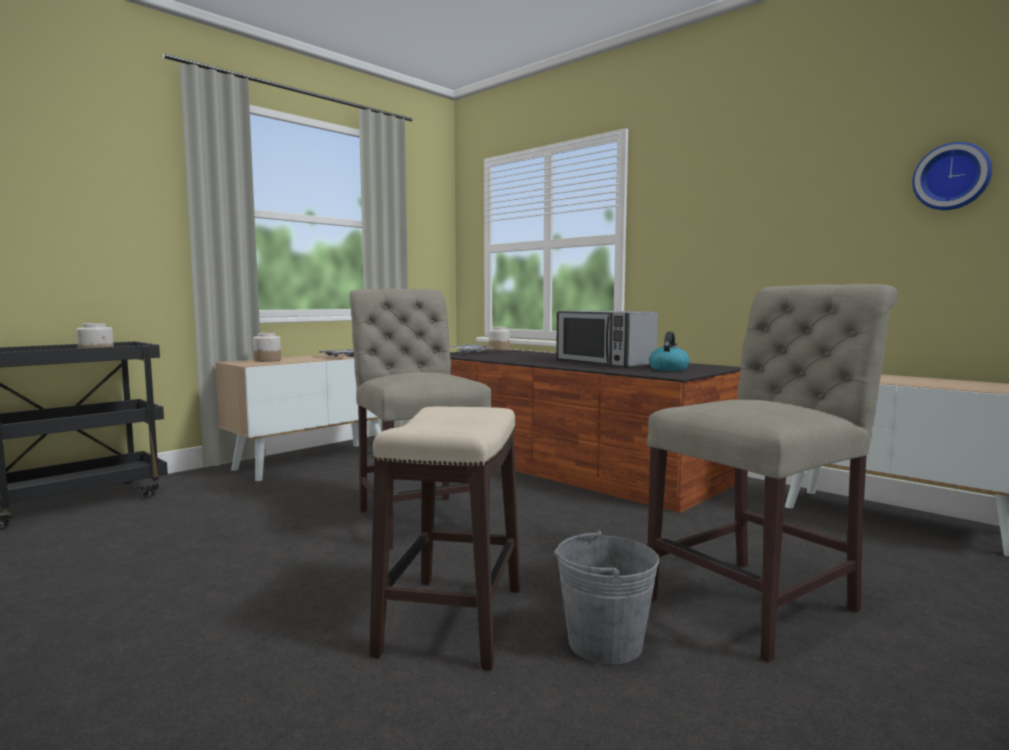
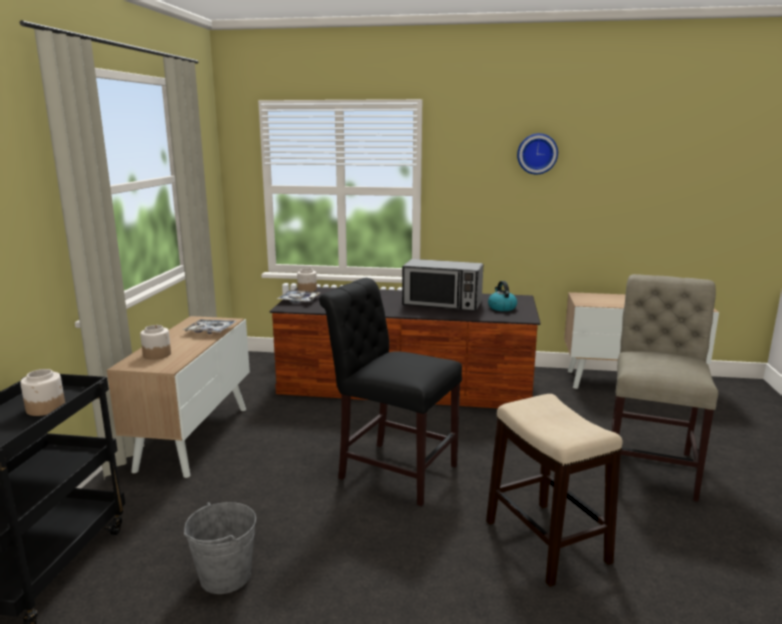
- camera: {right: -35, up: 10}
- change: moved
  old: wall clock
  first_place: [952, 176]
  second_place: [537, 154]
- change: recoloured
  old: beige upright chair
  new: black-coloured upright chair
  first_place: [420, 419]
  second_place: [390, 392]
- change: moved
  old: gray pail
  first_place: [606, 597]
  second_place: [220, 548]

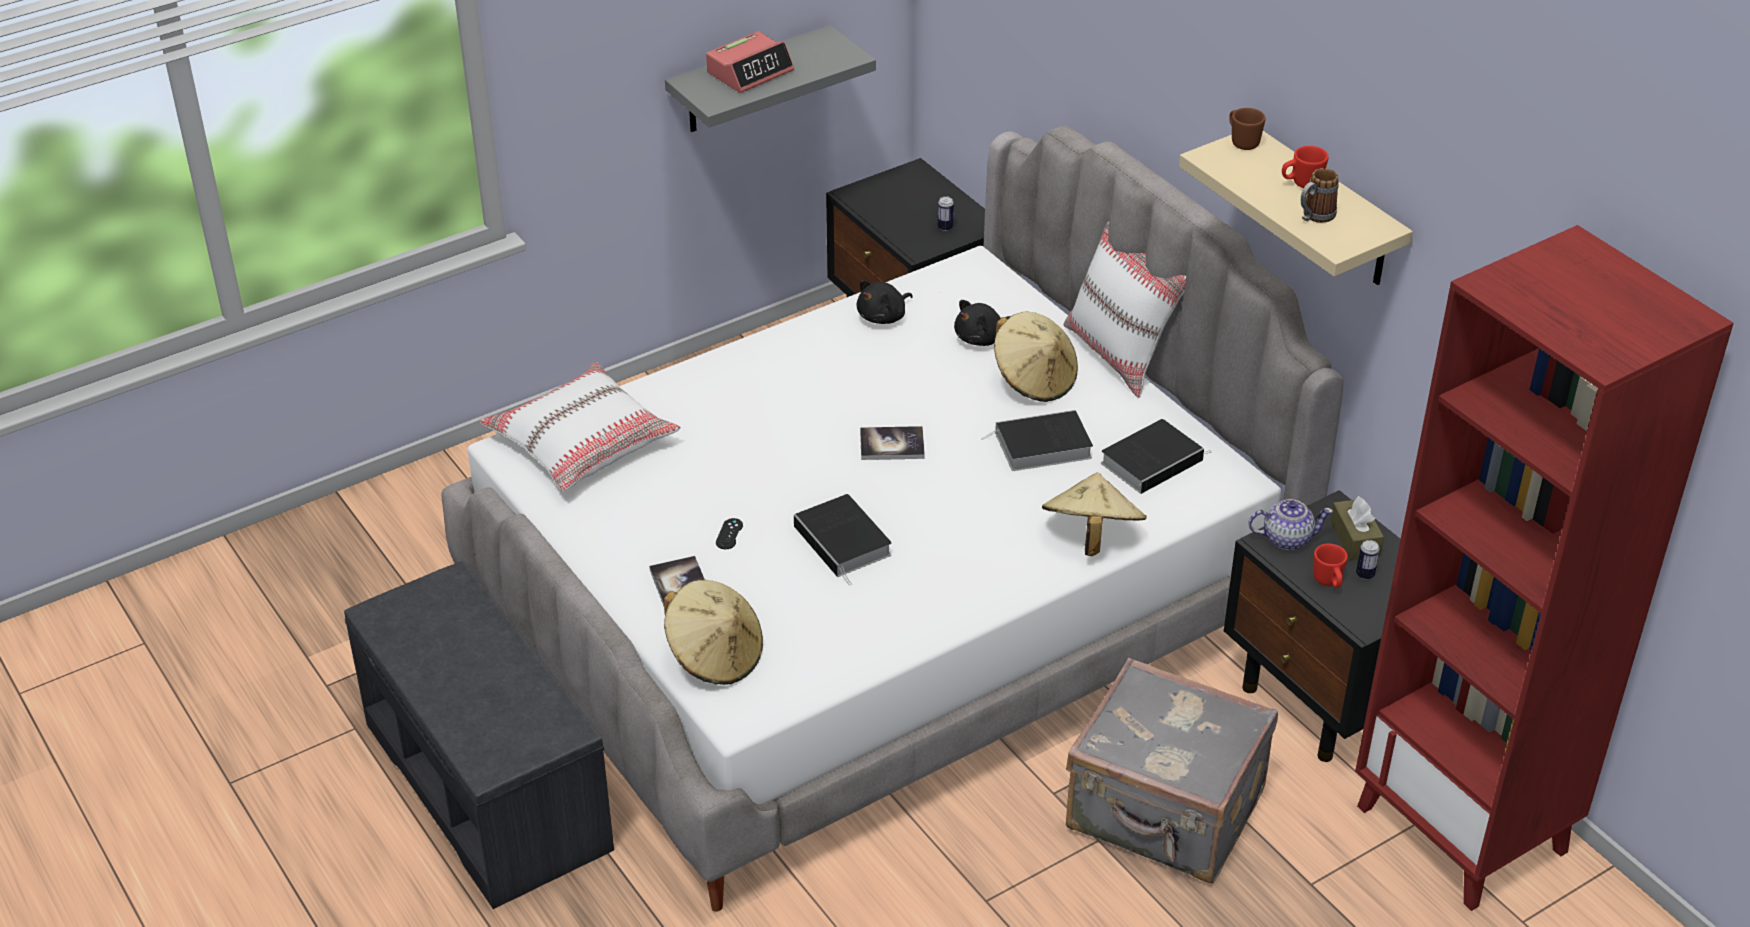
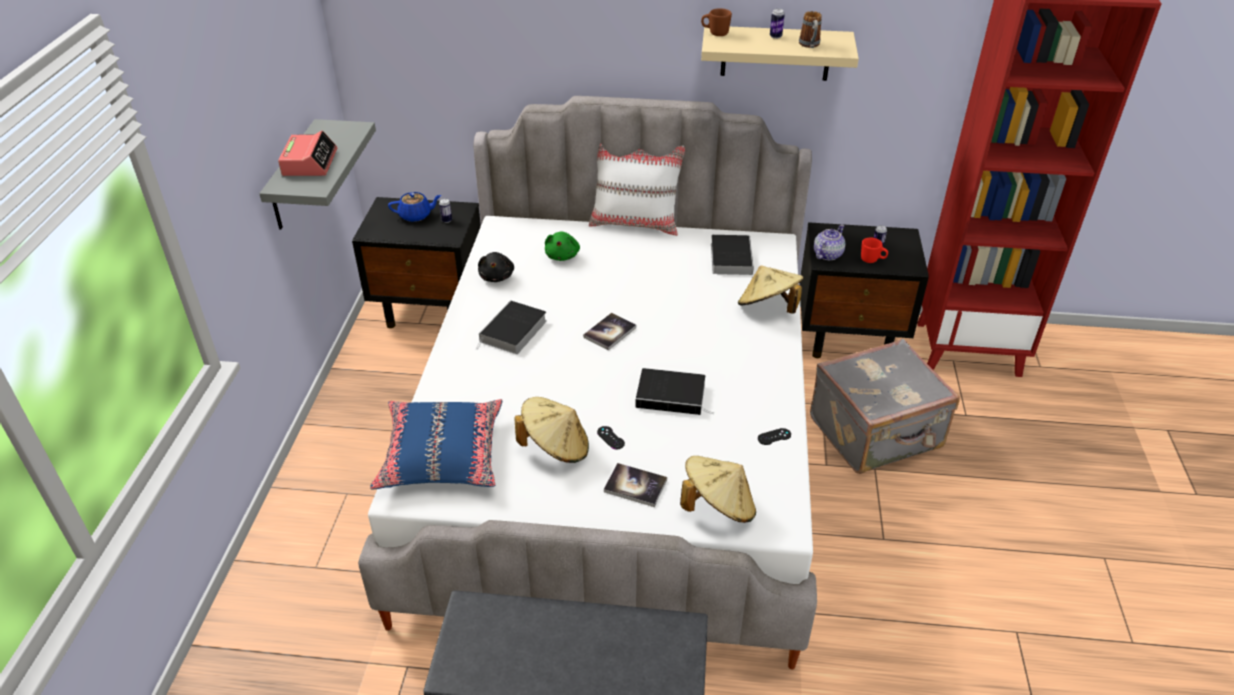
- camera: {right: -50, up: 0}
- change: replaced
  old: red tea mug
  new: metal can
  first_place: [1305, 167]
  second_place: [777, 24]
- change: recoloured
  old: black-coloured cuddly toy
  new: green cuddly toy
  first_place: [982, 323]
  second_place: [562, 246]
- change: moved
  old: beige wearable hat
  first_place: [1036, 357]
  second_place: [551, 430]
- change: recoloured
  old: white-coloured cushion
  new: blue cushion
  first_place: [580, 426]
  second_place: [436, 444]
- change: moved
  old: book
  first_place: [1037, 440]
  second_place: [511, 327]
- change: removed
  old: brown tissue box
  first_place: [1357, 528]
- change: added
  new: blue teapot
  second_place: [415, 207]
- change: added
  new: black-coloured gamepad
  second_place: [774, 436]

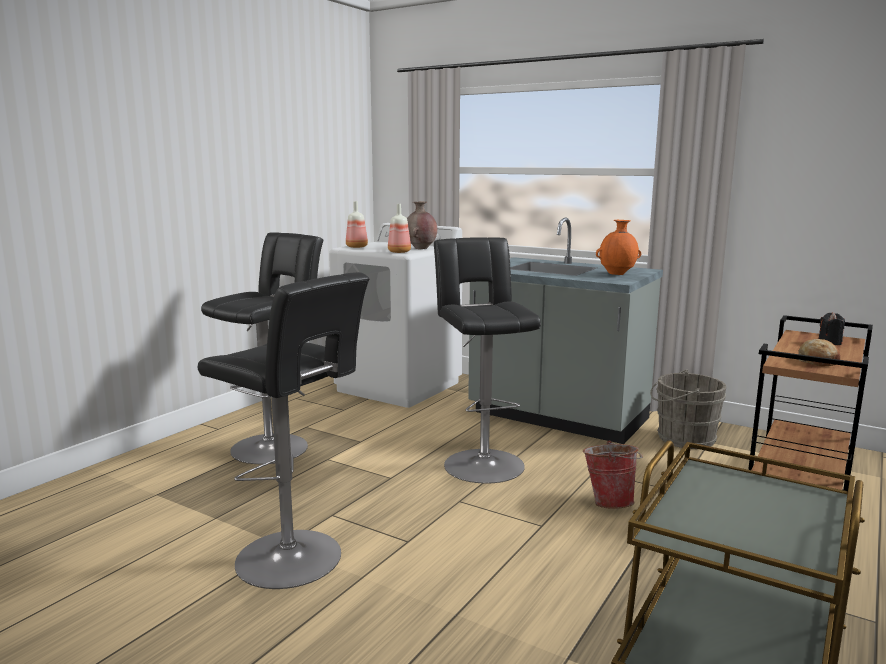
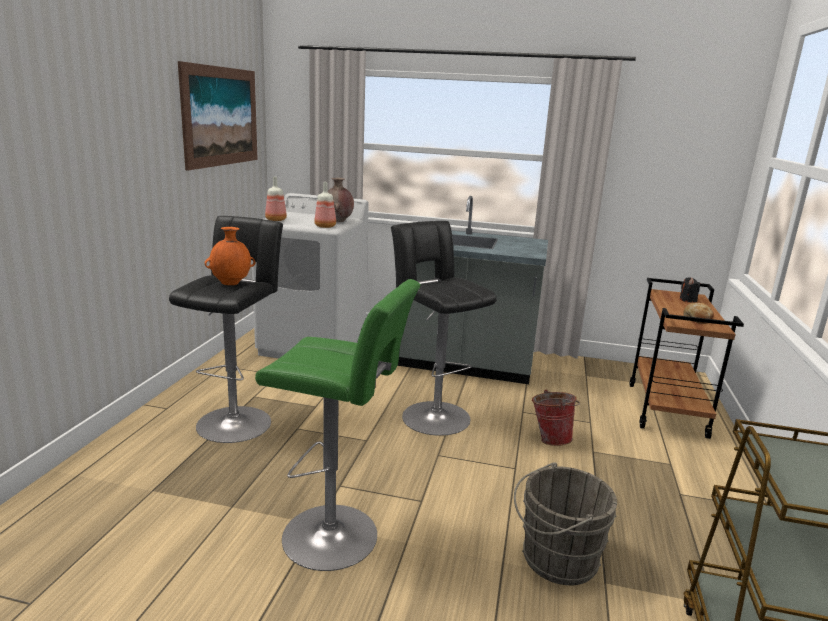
- camera: {right: -20, up: 5}
- change: moved
  old: orange-coloured vase
  first_place: [618, 247]
  second_place: [229, 256]
- change: recoloured
  old: black-coloured stool seat
  new: green stool seat
  first_place: [283, 430]
  second_place: [338, 425]
- change: moved
  old: gray pail
  first_place: [688, 409]
  second_place: [565, 523]
- change: added
  new: wall picture
  second_place: [218, 116]

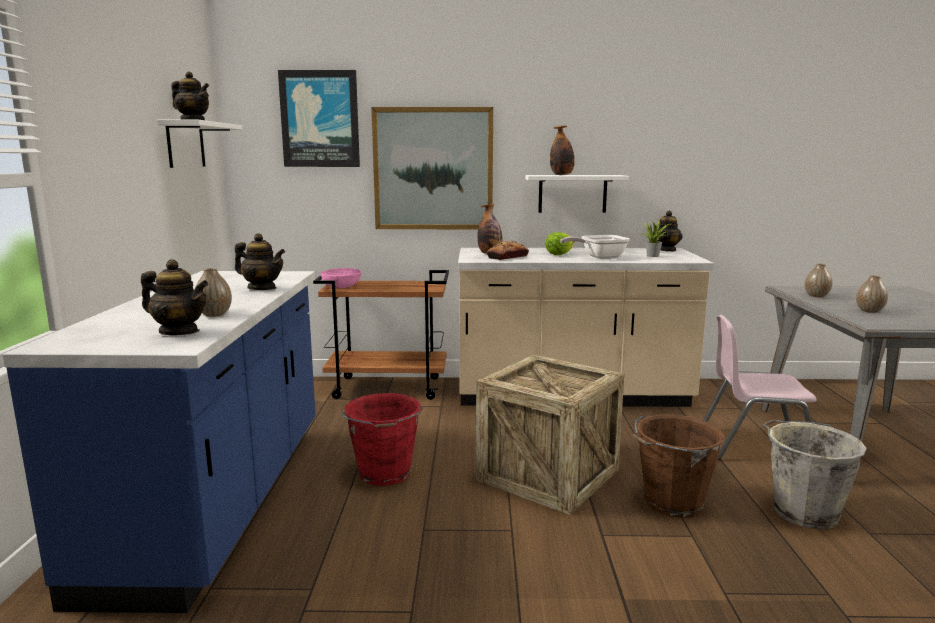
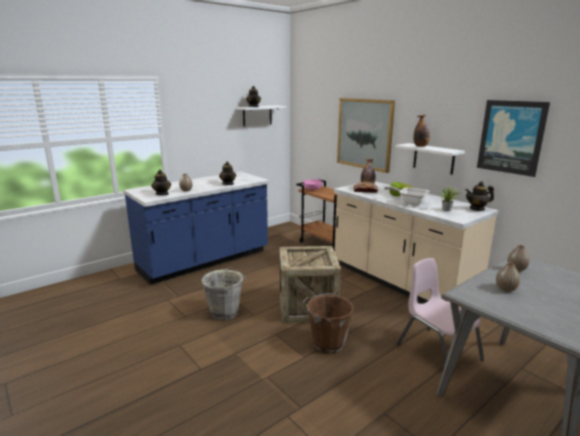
- camera: {right: 50, up: 5}
- change: moved
  old: wall picture
  first_place: [319, 118]
  second_place: [513, 138]
- change: removed
  old: red pail
  first_place: [382, 439]
- change: moved
  old: gray pail
  first_place: [814, 474]
  second_place: [224, 294]

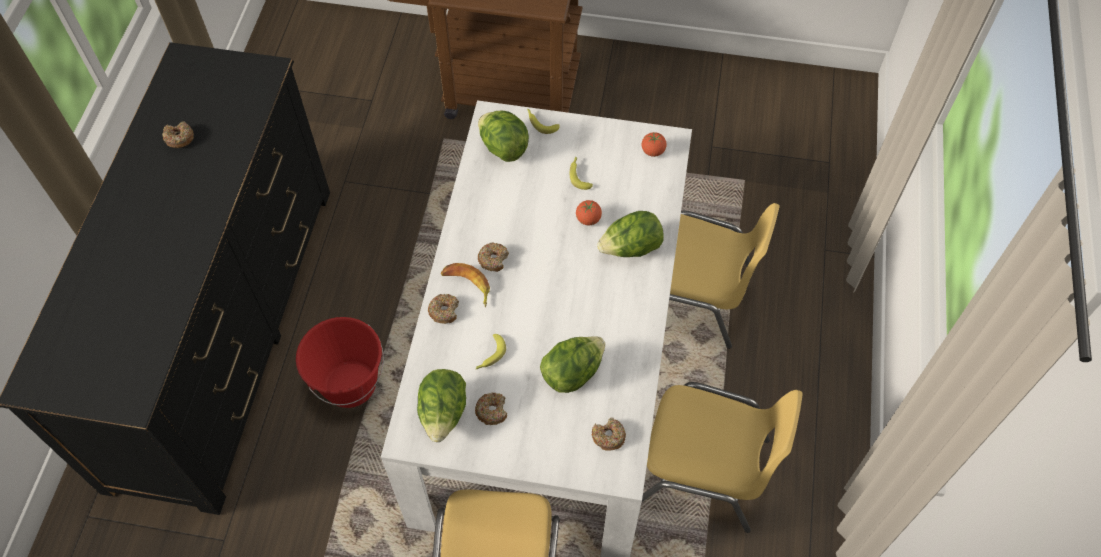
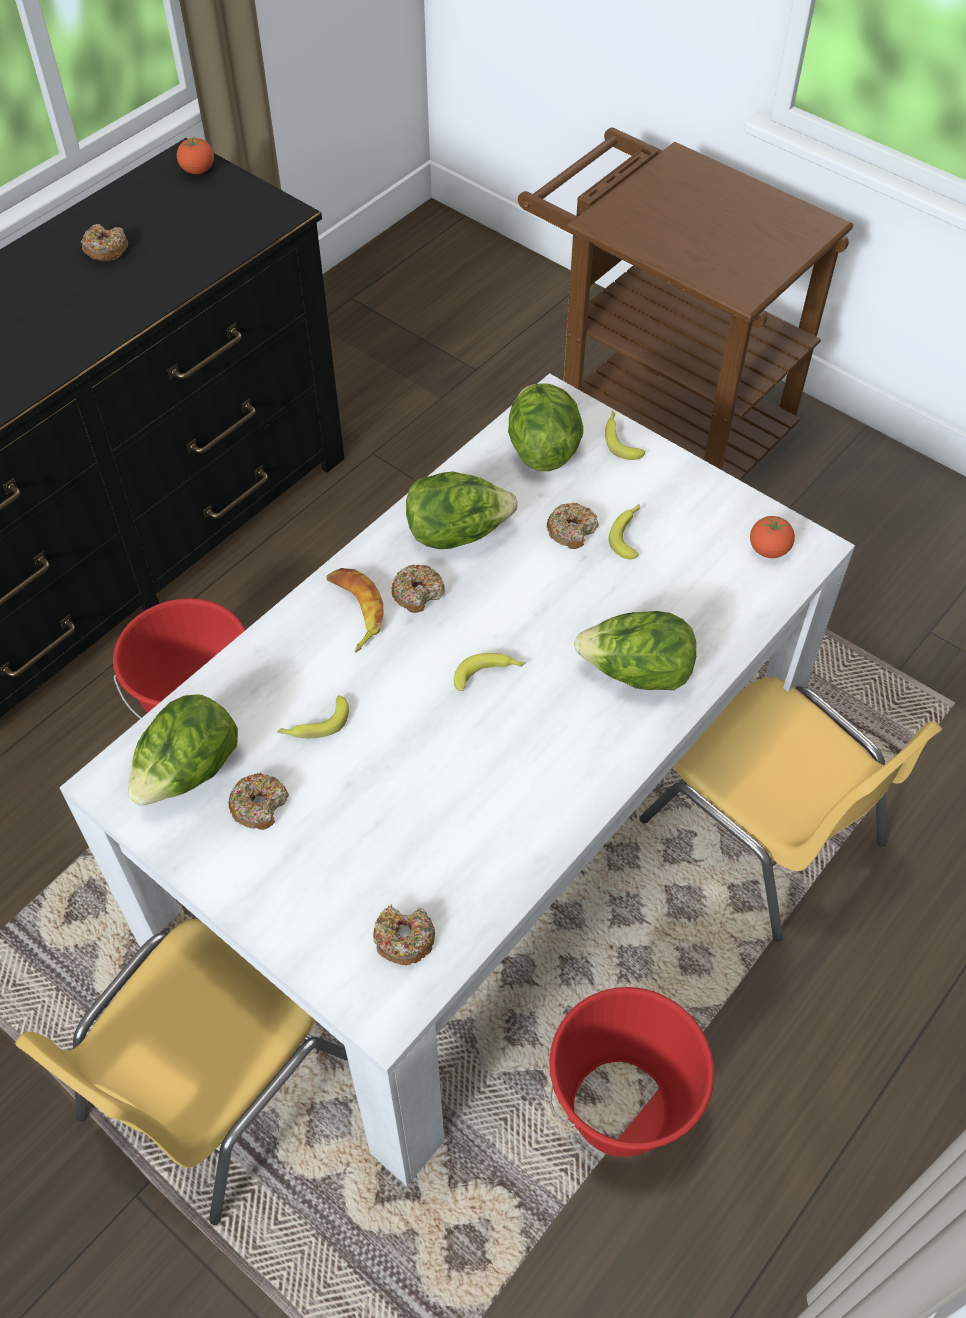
- camera: {right: 30, up: -5}
- change: moved
  old: fresh tomato
  first_place: [589, 212]
  second_place: [195, 155]
- change: moved
  old: donut
  first_place: [443, 309]
  second_place: [573, 526]
- change: moved
  old: head of lettuce
  first_place: [572, 364]
  second_place: [462, 510]
- change: replaced
  old: yellowish upright chair
  new: red pail
  first_place: [722, 457]
  second_place: [631, 1072]
- change: added
  new: banana fruit
  second_place: [490, 672]

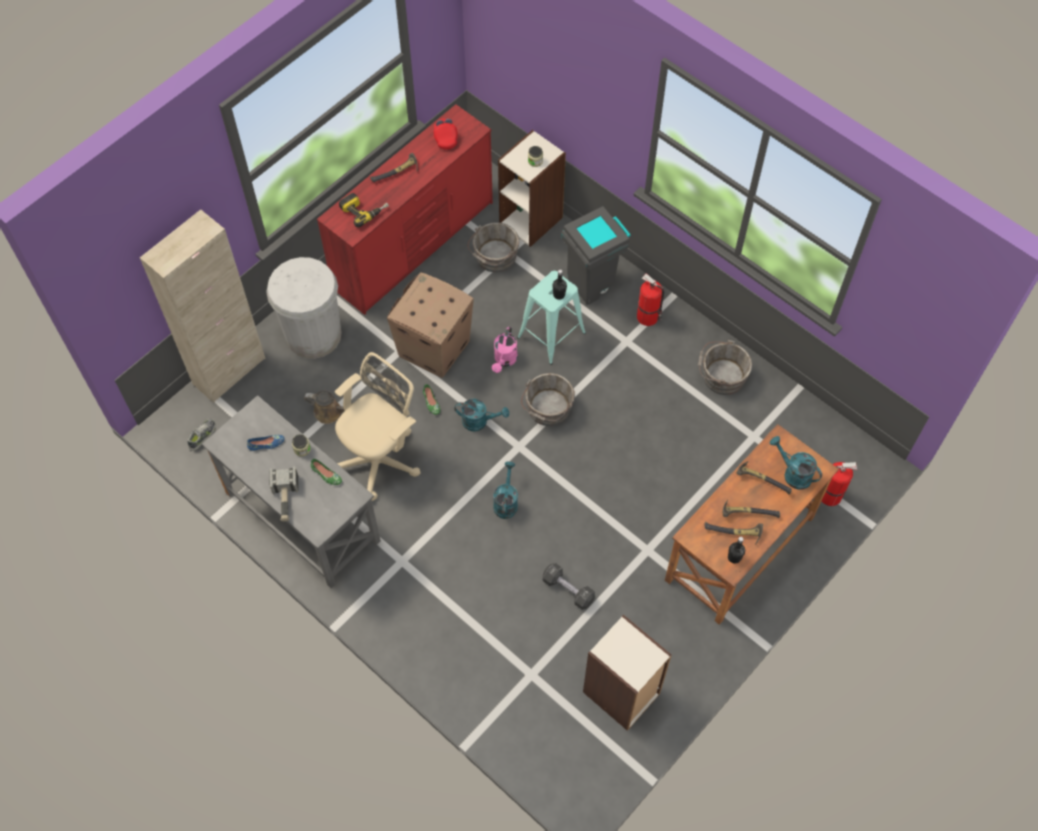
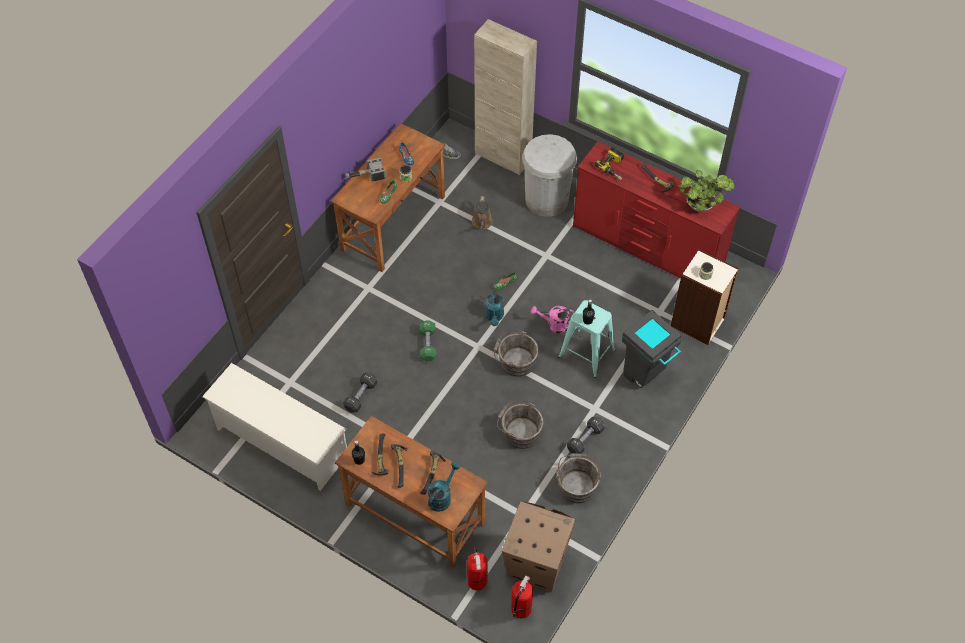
- camera: {right: 80, up: -5}
- change: replaced
  old: red baseball cap
  new: potted plant
  first_place: [446, 134]
  second_place: [707, 191]
- change: moved
  old: gray pail
  first_place: [493, 247]
  second_place: [520, 425]
- change: moved
  old: carton
  first_place: [430, 325]
  second_place: [538, 546]
- change: moved
  old: fire extinguisher
  first_place: [650, 299]
  second_place: [522, 597]
- change: removed
  old: beige computer chair
  first_place: [377, 426]
- change: recoloured
  old: gray desk table
  new: brown desk table
  first_place: [291, 491]
  second_place: [388, 197]
- change: replaced
  old: turquoise-coloured watering pot
  new: green free weight
  first_place: [505, 490]
  second_place: [428, 341]
- change: replaced
  old: bookcase
  new: white-coloured shoe shelf
  first_place: [627, 673]
  second_place: [274, 427]
- change: added
  new: black-coloured free weight
  second_place: [585, 435]

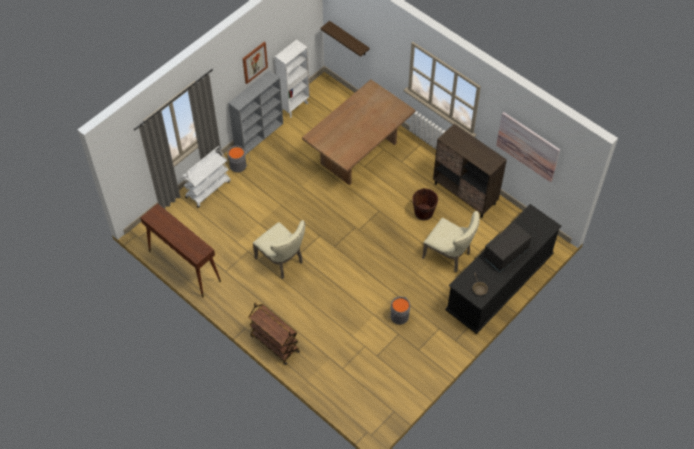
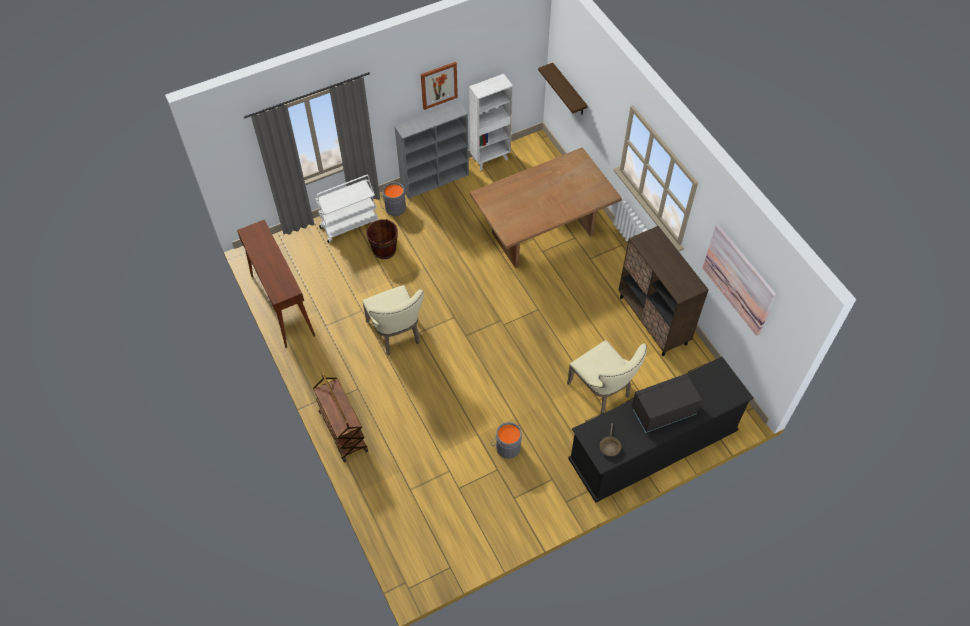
- camera: {right: 20, up: 0}
- change: moved
  old: brown pail
  first_place: [425, 204]
  second_place: [382, 239]

